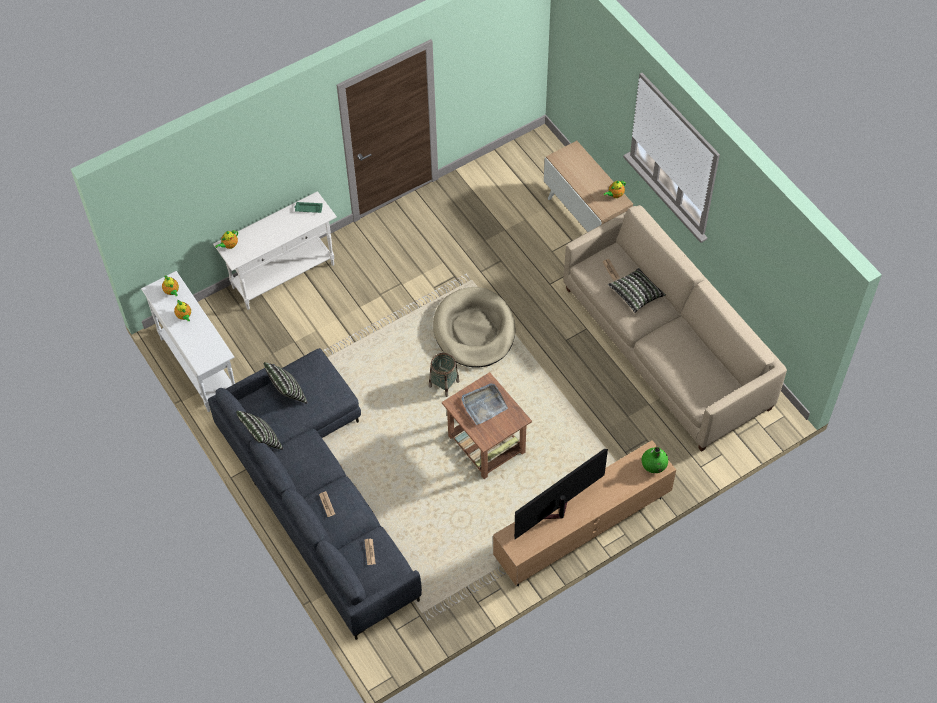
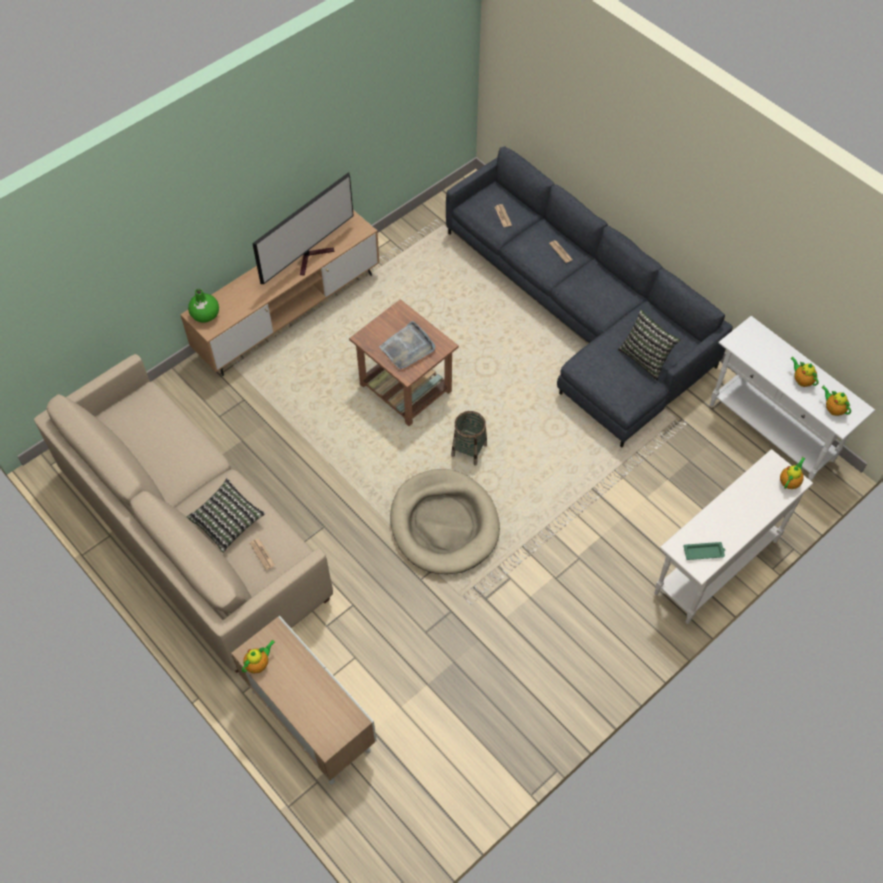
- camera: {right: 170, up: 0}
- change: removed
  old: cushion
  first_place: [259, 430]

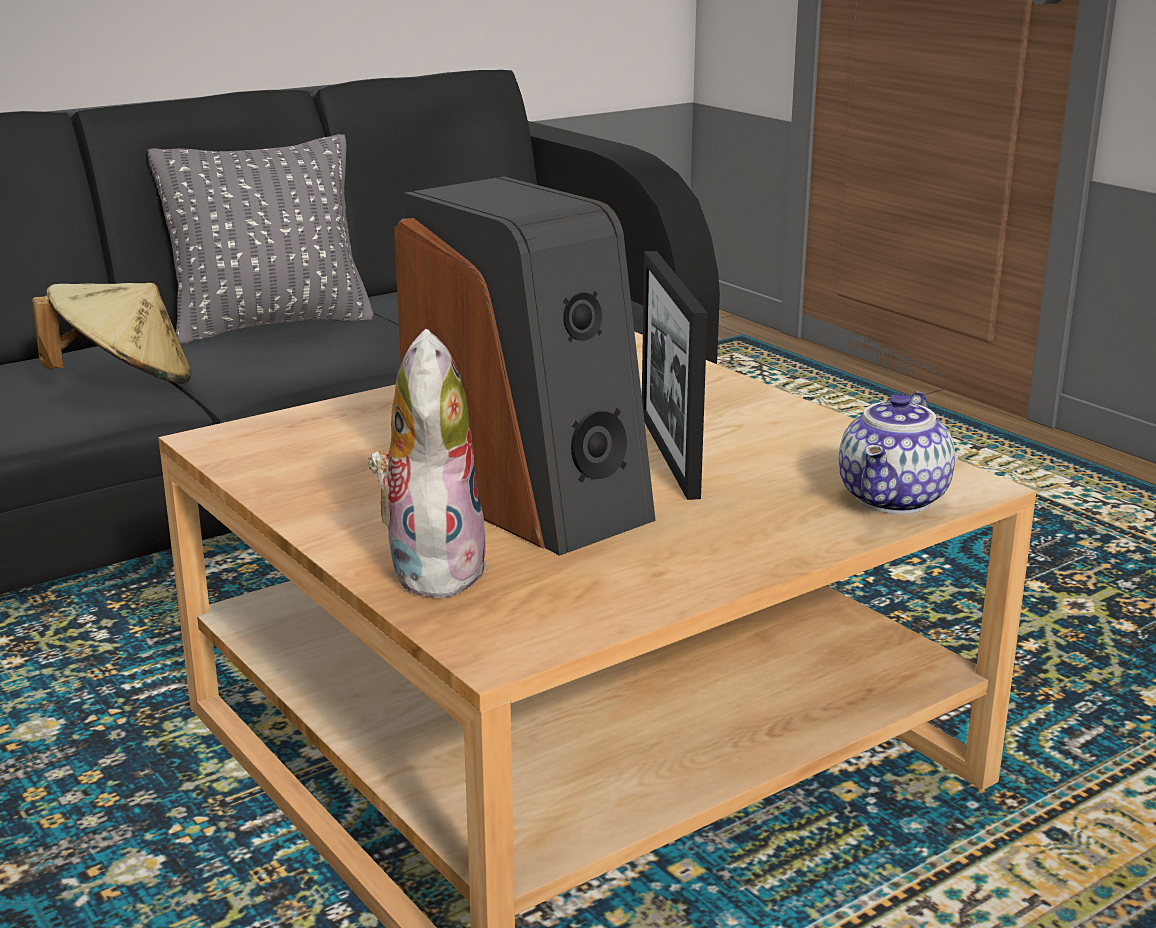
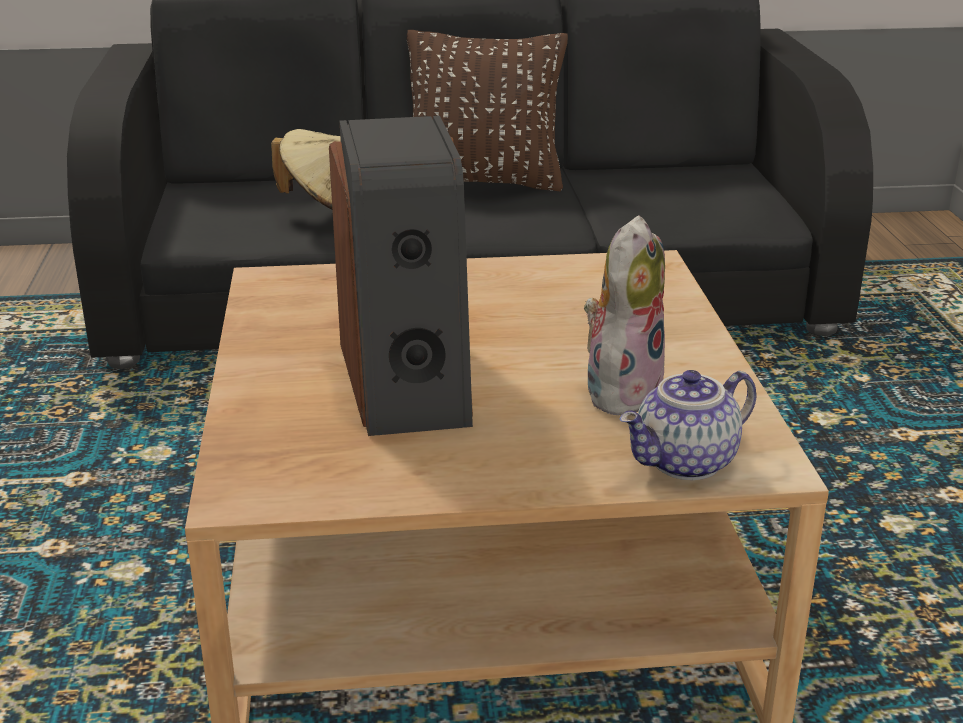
- camera: {right: 30, up: 5}
- change: recoloured
  old: gray cushion
  new: brown cushion
  first_place: [261, 239]
  second_place: [487, 110]
- change: removed
  old: photo frame
  first_place: [674, 375]
- change: moved
  old: cuddly toy
  first_place: [427, 463]
  second_place: [624, 315]

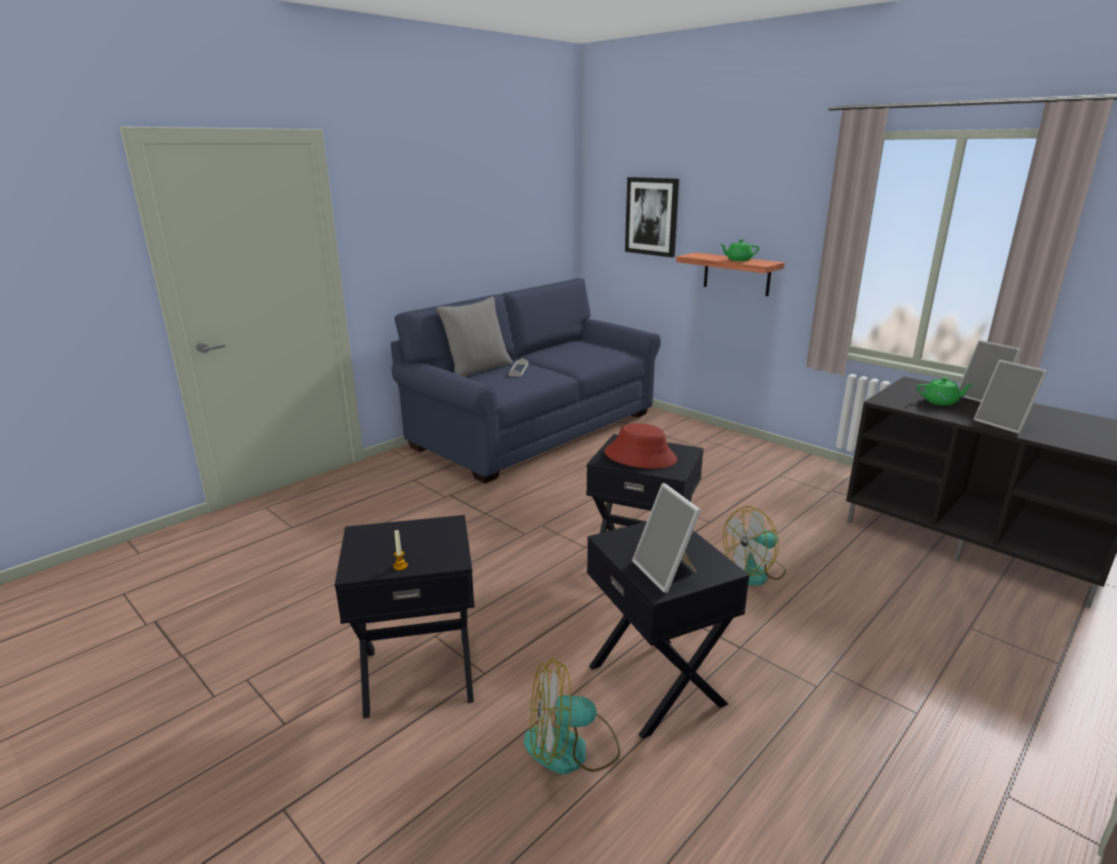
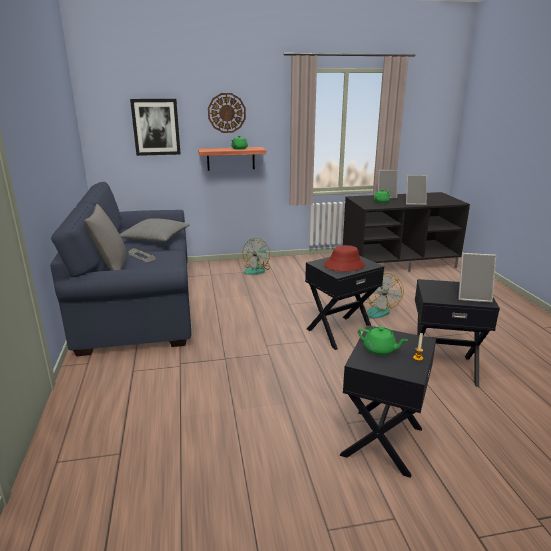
- camera: {right: -55, up: 0}
- change: moved
  old: fan
  first_place: [572, 716]
  second_place: [256, 256]
- change: added
  new: wall clock
  second_place: [227, 113]
- change: added
  new: gray cushion
  second_place: [155, 230]
- change: added
  new: green teapot
  second_place: [383, 341]

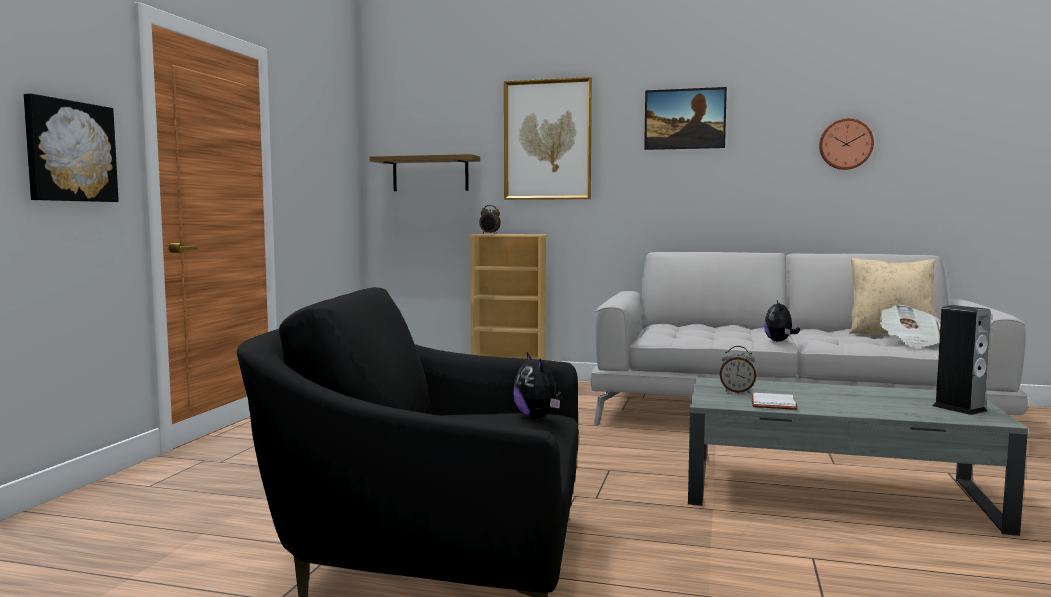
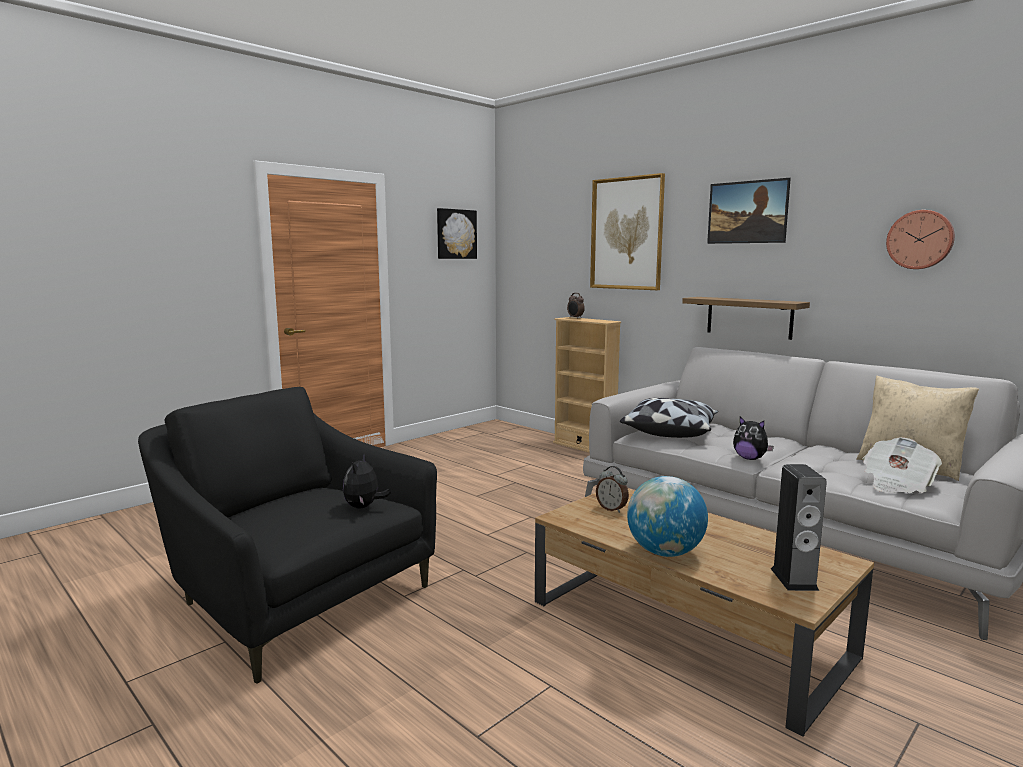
- camera: {right: 30, up: 5}
- change: moved
  old: wall picture
  first_place: [71, 147]
  second_place: [457, 233]
- change: moved
  old: wall shelf
  first_place: [425, 172]
  second_place: [746, 318]
- change: turned
  old: cuddly toy
  first_place: [782, 321]
  second_place: [753, 438]
  degrees: -90
- change: recoloured
  old: gray lounge table
  new: brown lounge table
  first_place: [858, 456]
  second_place: [704, 613]
- change: removed
  old: white-coloured book
  first_place: [774, 401]
- change: added
  new: cushion
  second_place: [669, 418]
- change: added
  new: desk globe
  second_place: [667, 516]

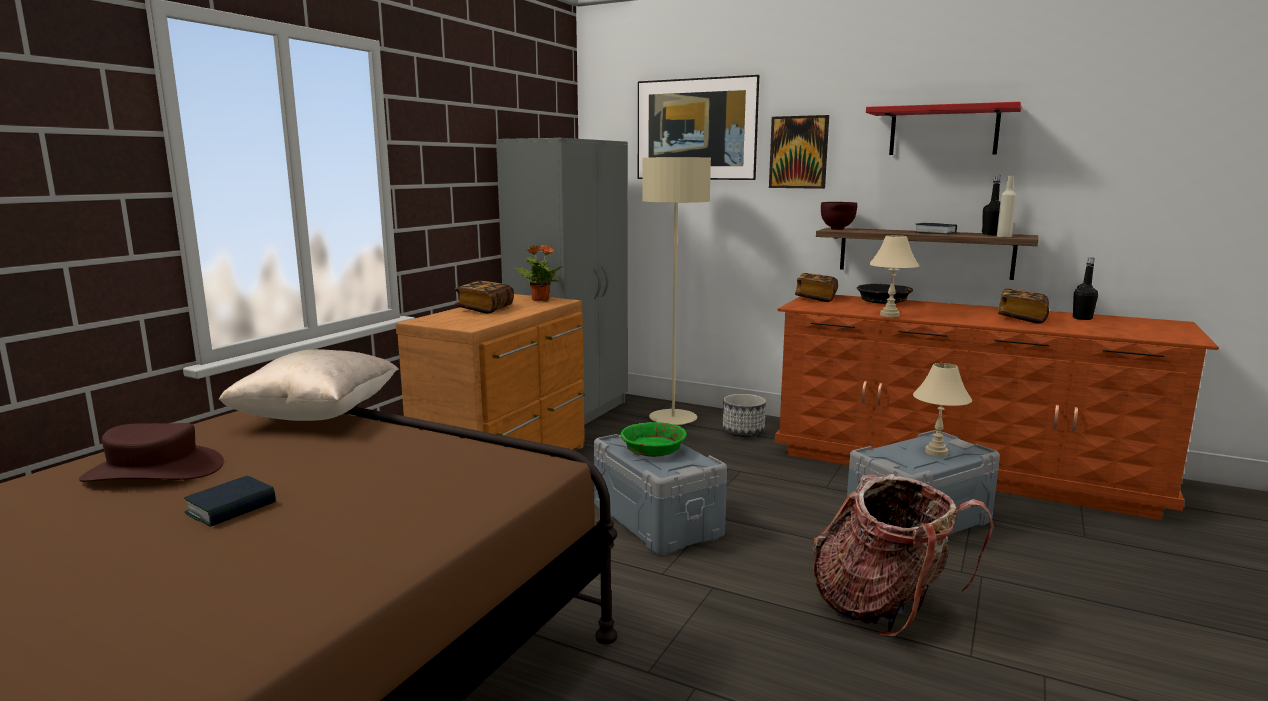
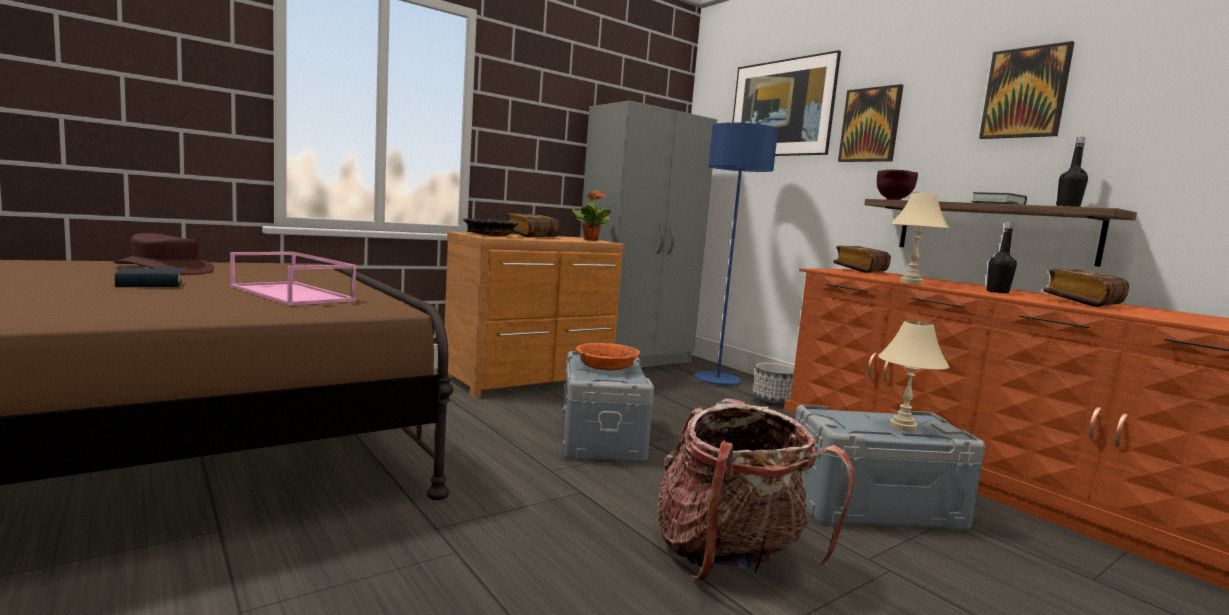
- camera: {right: 25, up: -5}
- change: replaced
  old: red wall shelf
  new: wall picture
  first_place: [943, 128]
  second_place: [1027, 90]
- change: recoloured
  old: beige standing lamp
  new: blue standing lamp
  first_place: [676, 291]
  second_place: [736, 253]
- change: removed
  old: beige drink bottle
  first_place: [1006, 206]
- change: moved
  old: black-coloured drink bottle
  first_place: [1085, 288]
  second_place: [1002, 257]
- change: moved
  old: black-coloured serving bowl
  first_place: [885, 294]
  second_place: [491, 227]
- change: removed
  old: beige cushion
  first_place: [309, 385]
- change: recoloured
  old: green serving bowl
  new: orange-coloured serving bowl
  first_place: [653, 439]
  second_place: [608, 357]
- change: added
  new: pinkish serving tray
  second_place: [293, 279]

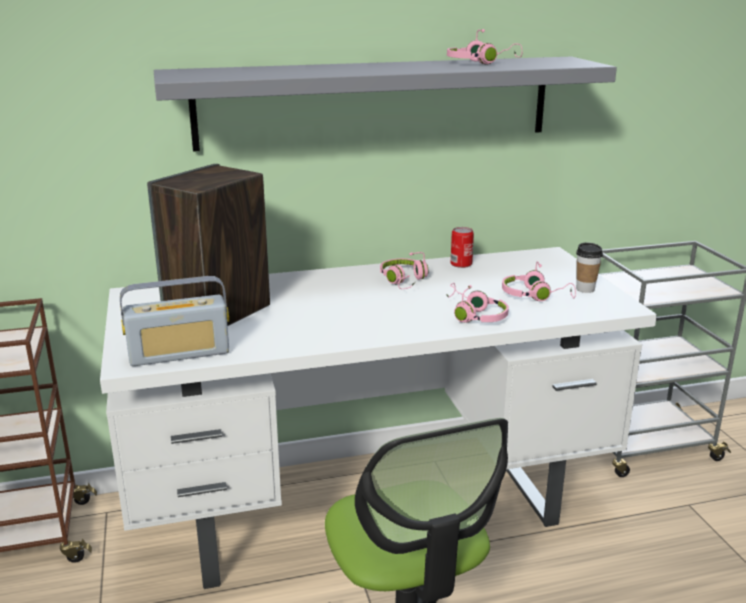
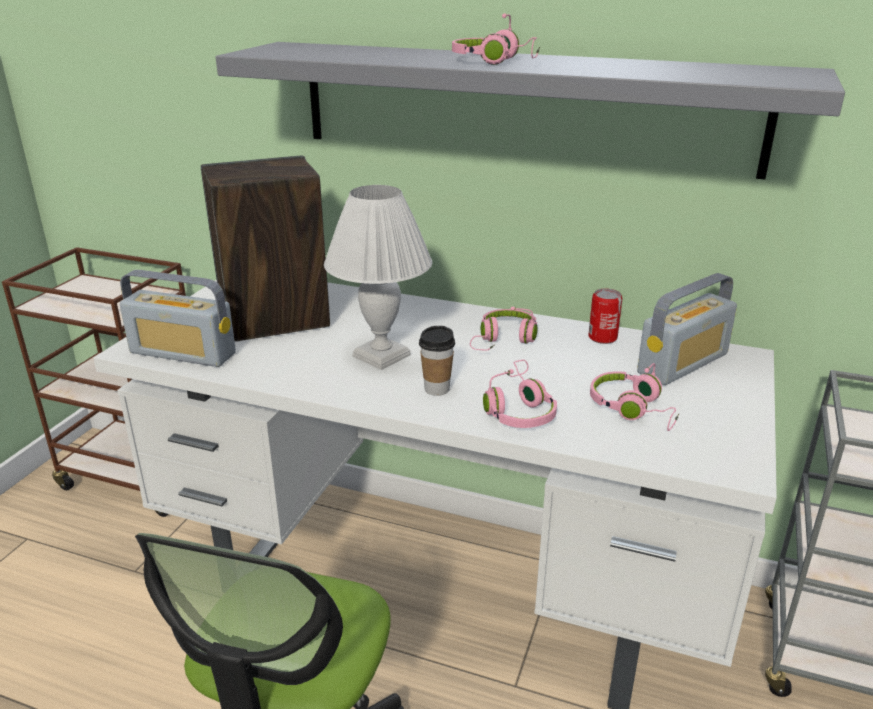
- camera: {right: 35, up: 5}
- change: moved
  old: pinkish pair of headphones
  first_place: [484, 47]
  second_place: [496, 39]
- change: moved
  old: drinking cup
  first_place: [589, 267]
  second_place: [437, 361]
- change: added
  new: white-coloured lamp for a table
  second_place: [378, 277]
- change: added
  new: radio set
  second_place: [687, 329]

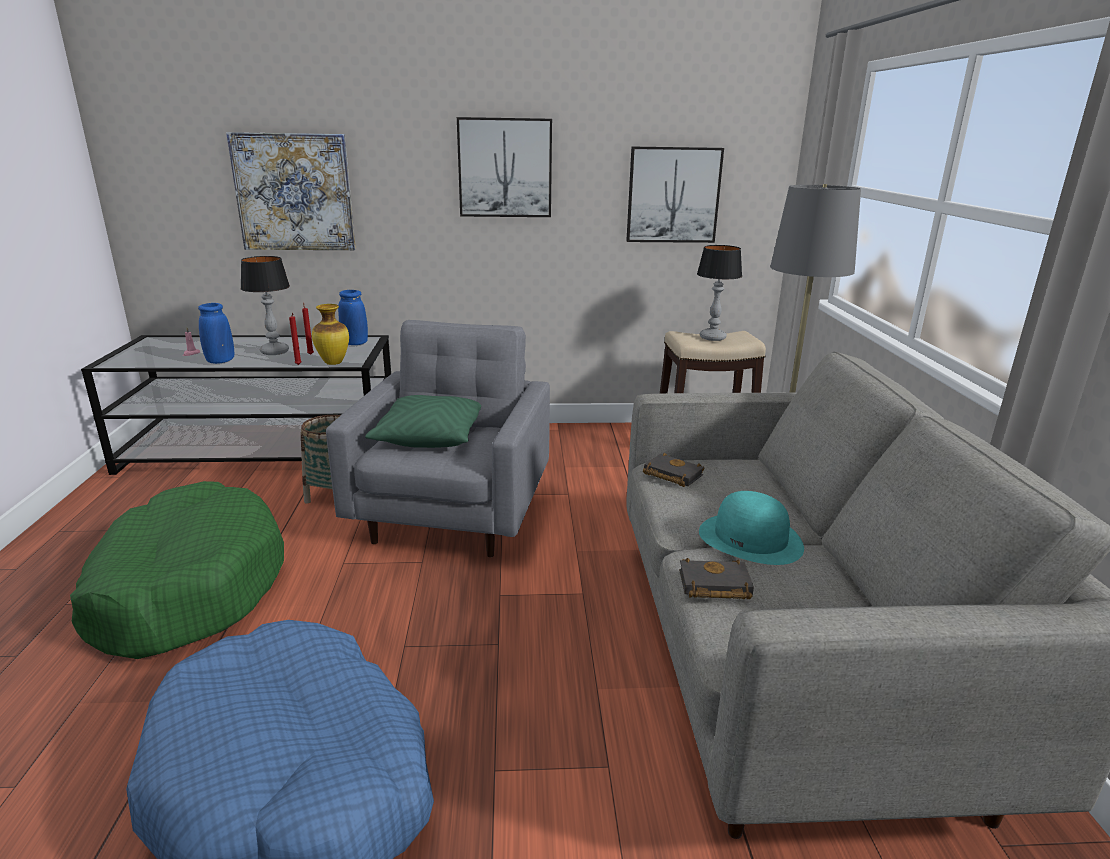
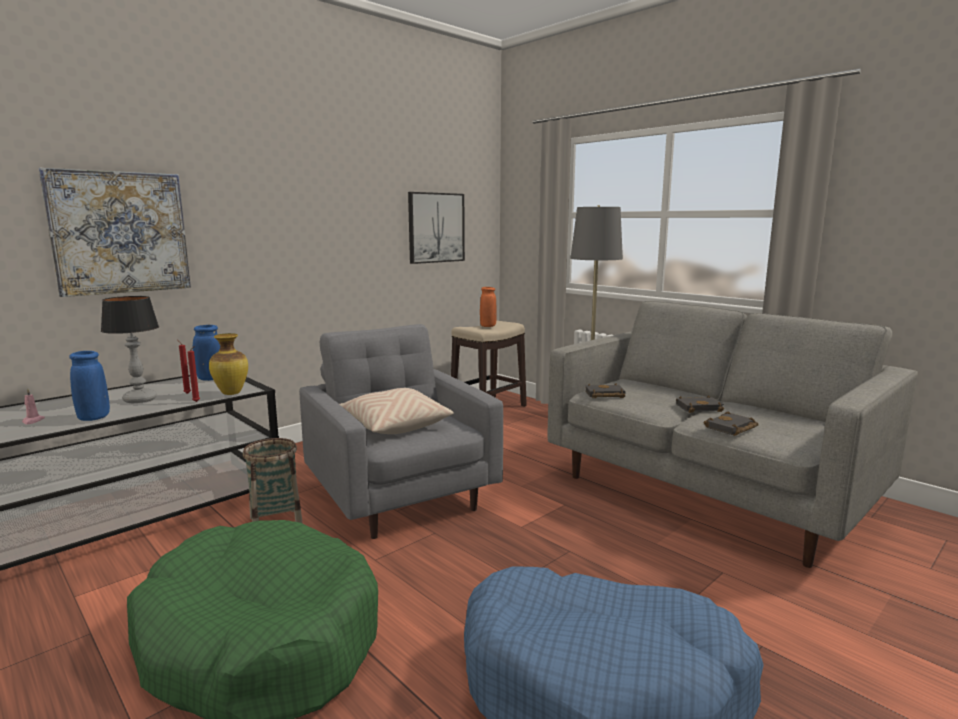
- camera: {right: -40, up: -10}
- change: removed
  old: wall picture
  first_place: [504, 167]
- change: replaced
  old: lamp for a table
  new: orange-coloured vase
  first_place: [719, 293]
  second_place: [488, 307]
- change: recoloured
  old: green cushion
  new: beige cushion
  first_place: [423, 421]
  second_place: [397, 411]
- change: replaced
  old: turquoise-coloured wearable hat
  new: black-coloured book
  first_place: [751, 528]
  second_place: [700, 404]

